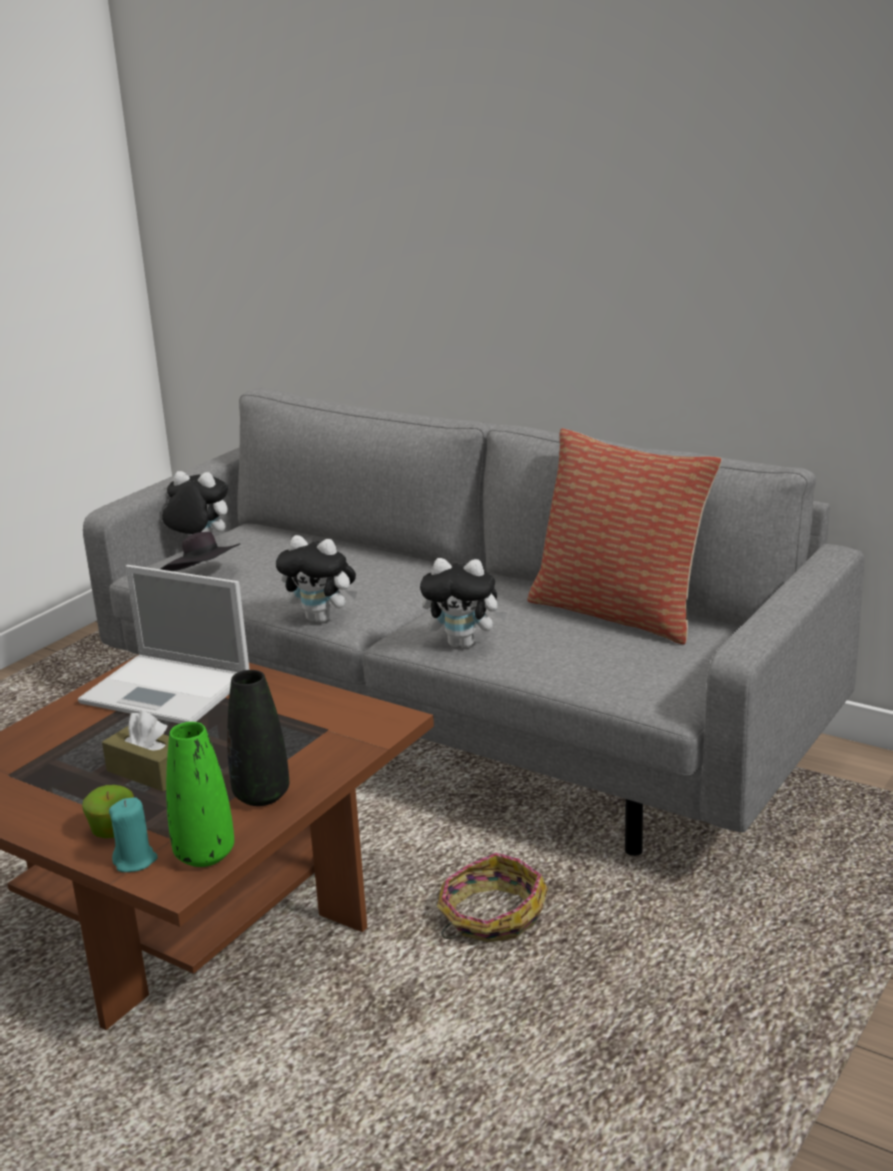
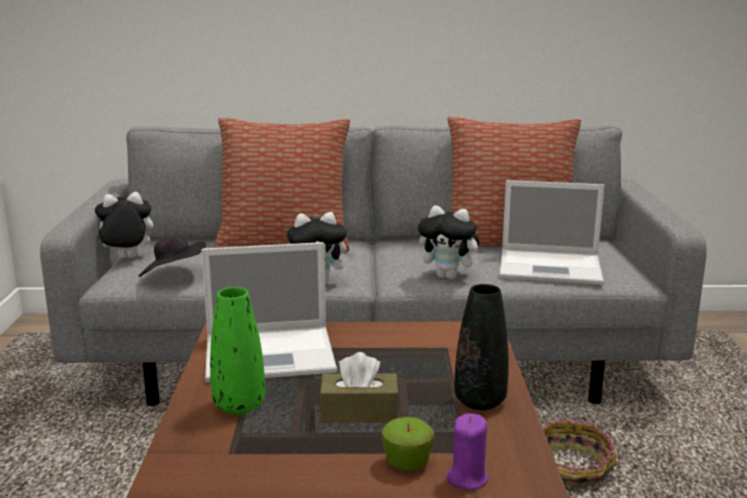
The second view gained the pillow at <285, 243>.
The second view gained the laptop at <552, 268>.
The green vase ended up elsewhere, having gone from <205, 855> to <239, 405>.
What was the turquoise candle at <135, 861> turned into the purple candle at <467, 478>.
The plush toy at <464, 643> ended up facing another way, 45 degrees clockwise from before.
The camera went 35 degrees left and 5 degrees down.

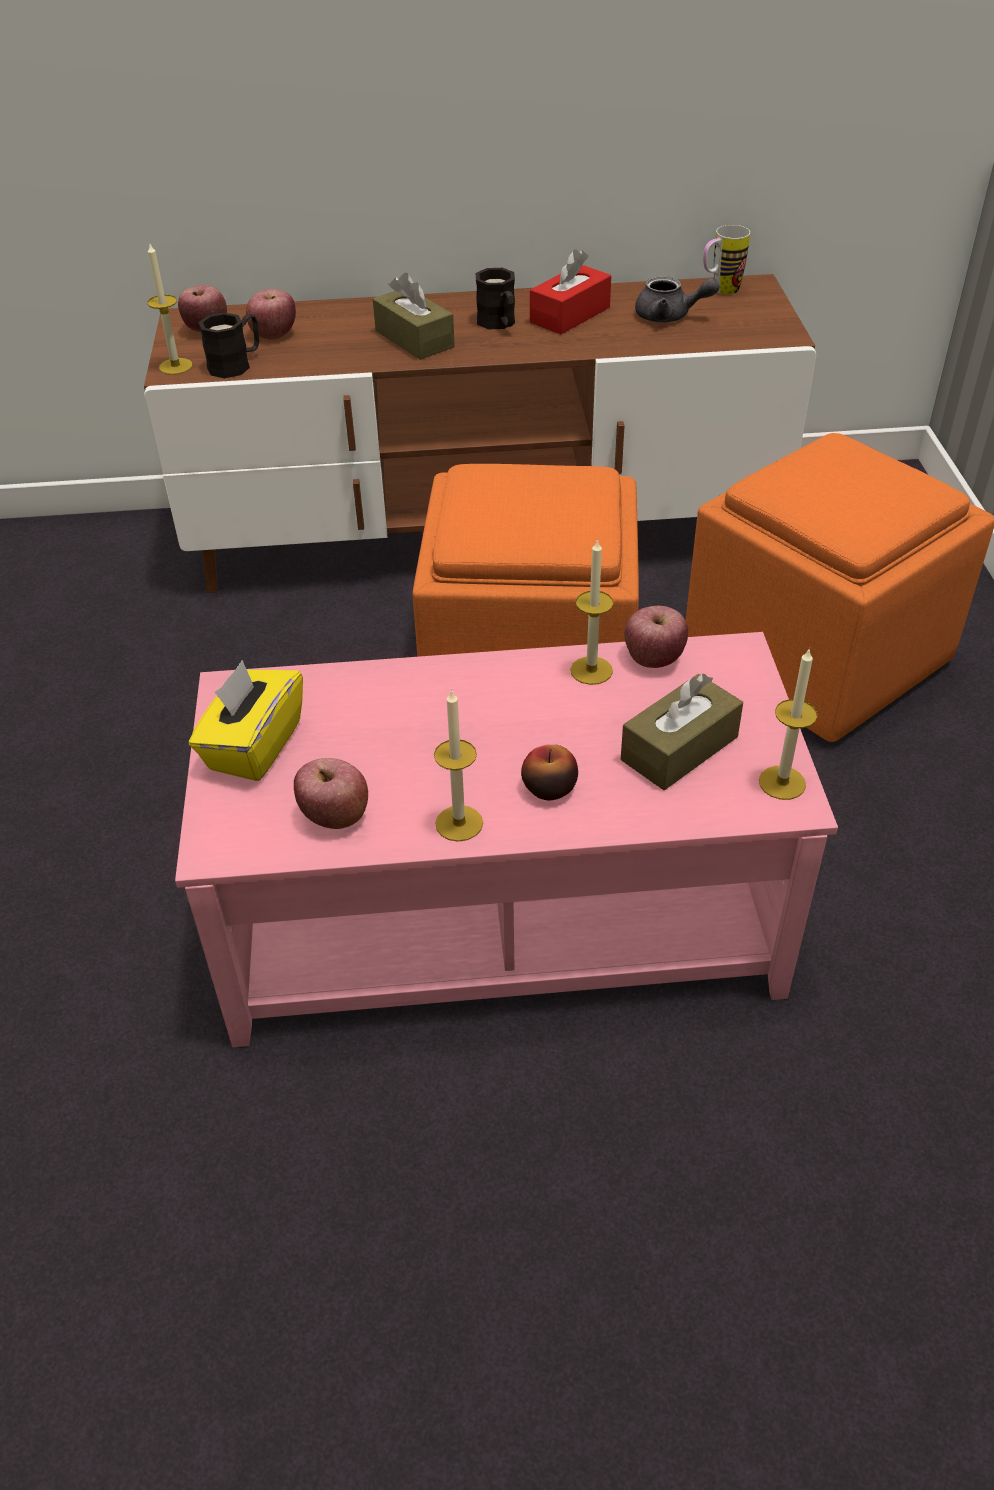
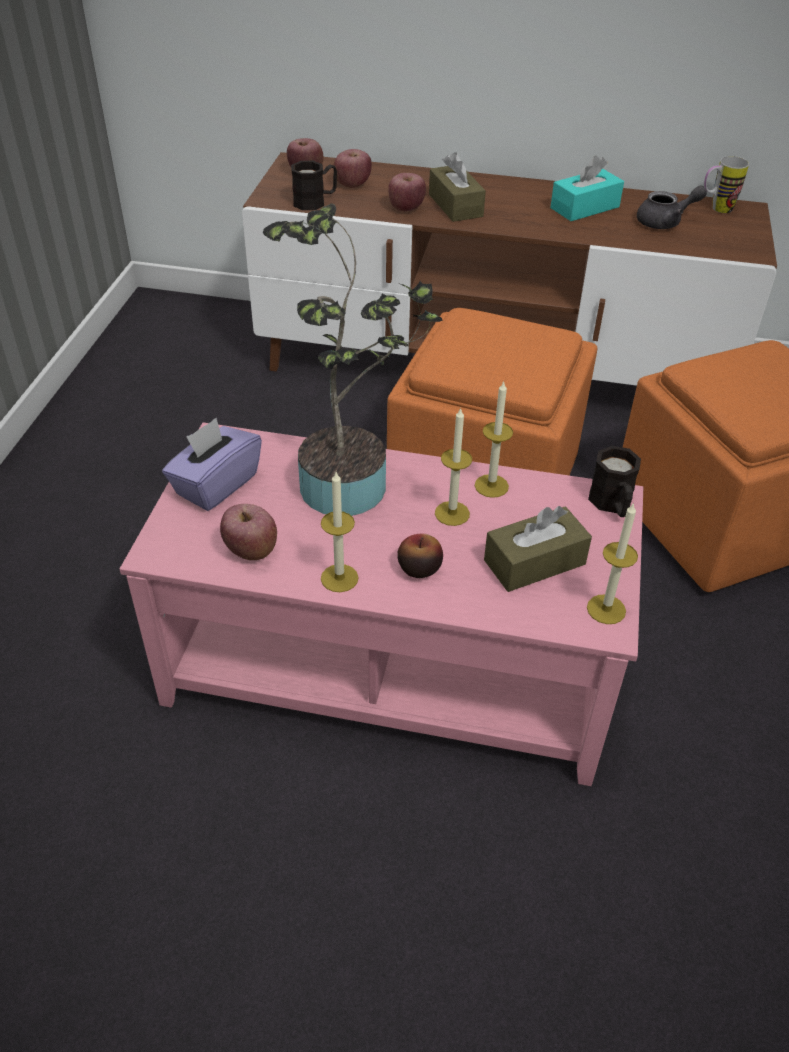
The second view gained the potted plant at <352, 483>.
The candle ended up elsewhere, having gone from <175, 366> to <452, 513>.
The black mug ended up elsewhere, having gone from <499, 324> to <612, 504>.
The apple ended up elsewhere, having gone from <654, 659> to <406, 208>.
What was the yellow tissue box at <253, 746> turned into the purple tissue box at <216, 484>.
What was the red tissue box at <570, 315> turned into the turquoise tissue box at <584, 207>.
The grey teapot at <670, 316> ended up facing another way, 45 degrees counterclockwise from before.
The camera went 15 degrees right and 0 degrees up.

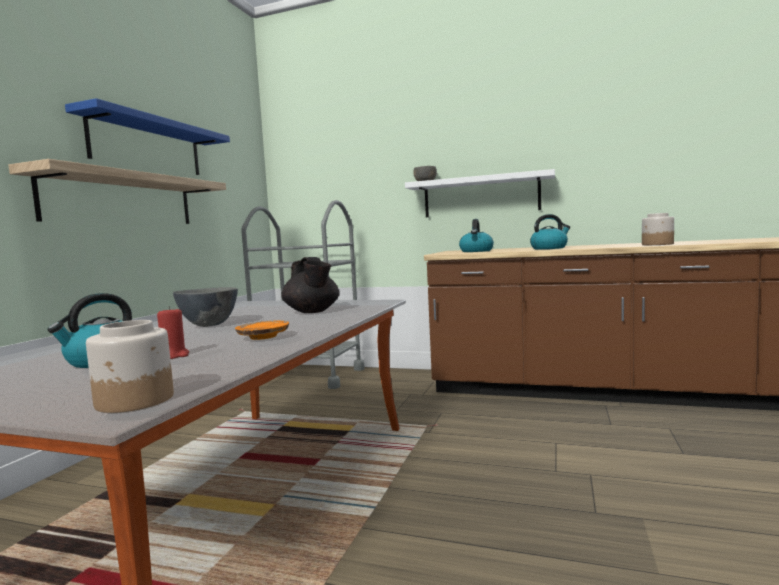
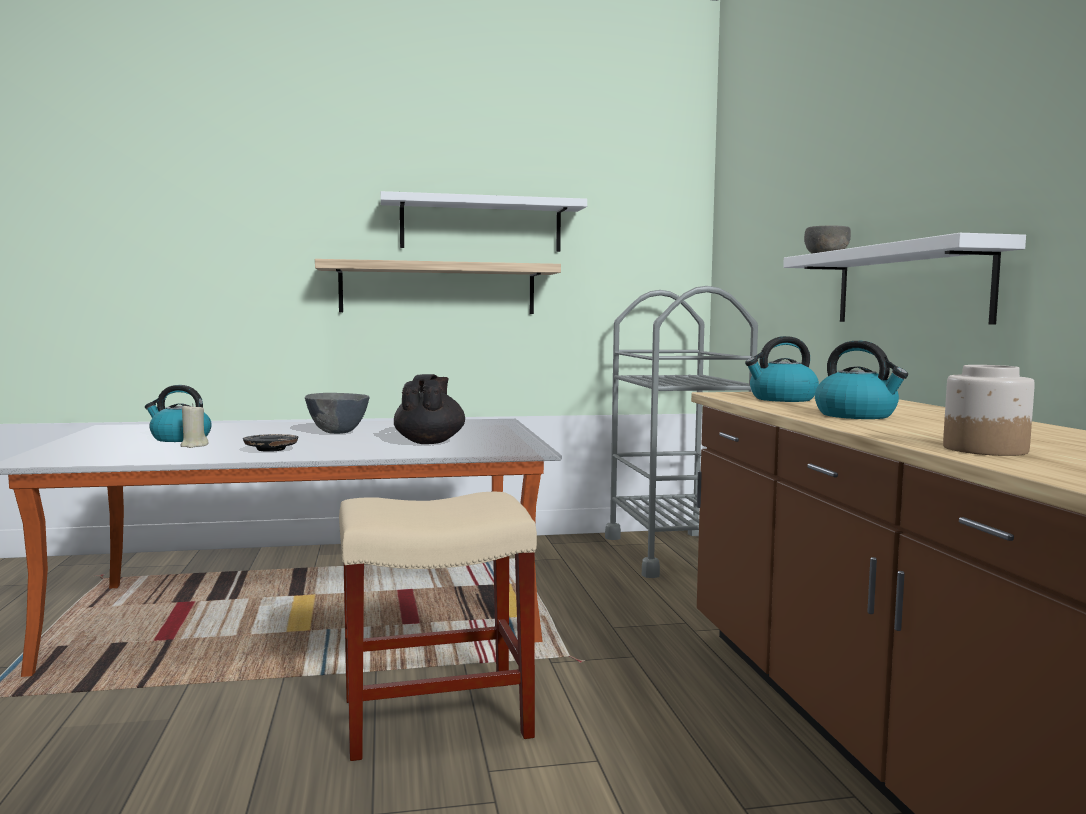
The second view lost the jar at <135, 401>.
The second view gained the beige stool at <432, 718>.
What was the blue shelf at <148, 146> turned into the white shelf at <481, 225>.
What was the red candle at <174, 355> turned into the beige candle at <194, 445>.
What was the orange plate at <263, 337> turned into the black plate at <270, 450>.
The black teapot at <312, 312> ended up facing another way, 150 degrees clockwise from before.
The camera went 60 degrees right and 0 degrees up.

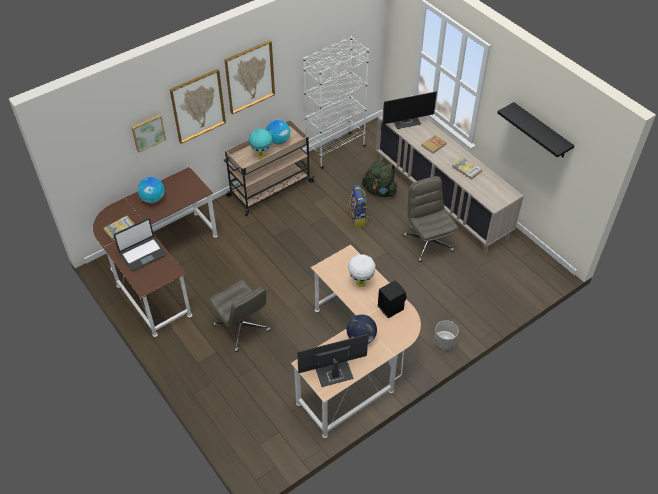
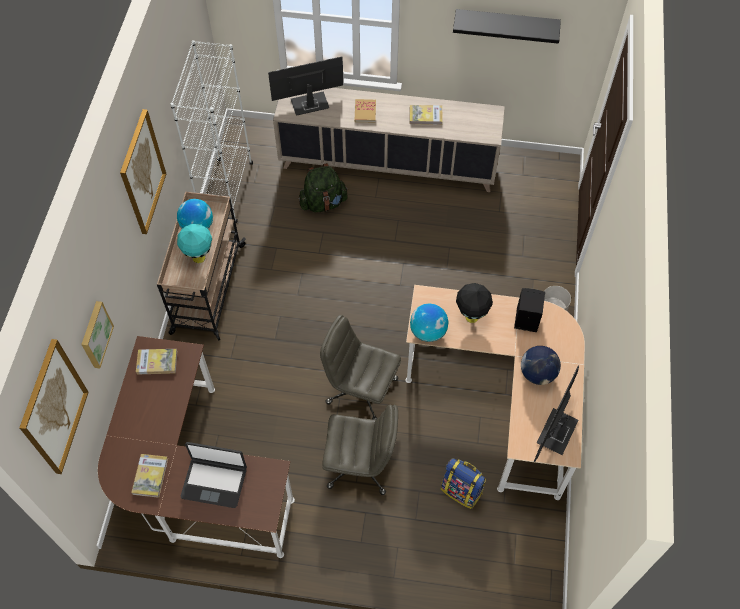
The second view gained the book at <157, 362>.
The globe ended up elsewhere, having gone from <153, 199> to <428, 331>.
The picture ended up elsewhere, having gone from <198, 106> to <53, 408>.
The backpack ended up elsewhere, having gone from <358, 218> to <462, 490>.
The grey office chair ended up elsewhere, having gone from <427, 243> to <361, 390>.
What was the white table lamp at <361, 282> turned into the black table lamp at <471, 317>.
The laptop at <142, 254> ended up facing another way, 90 degrees clockwise from before.
The monitor at <406, 121> ended up facing another way, 135 degrees counterclockwise from before.
The camera went 45 degrees left and 10 degrees up.

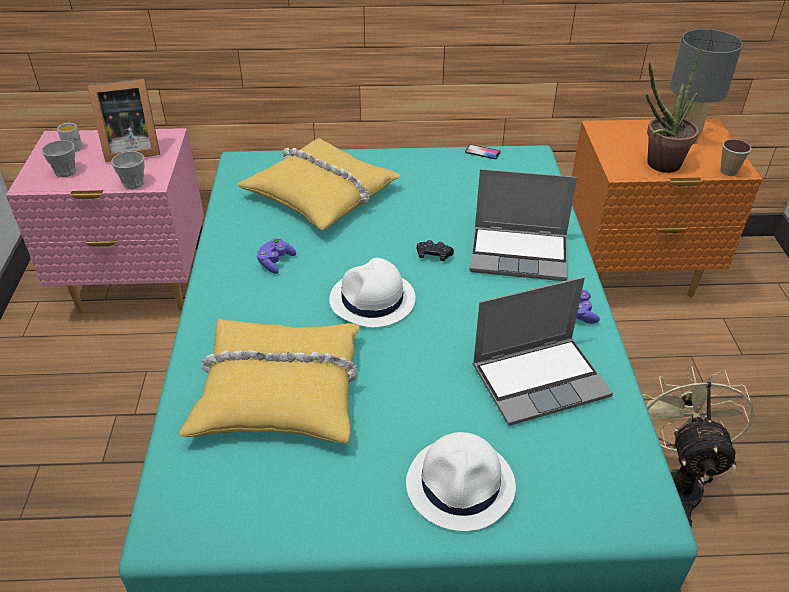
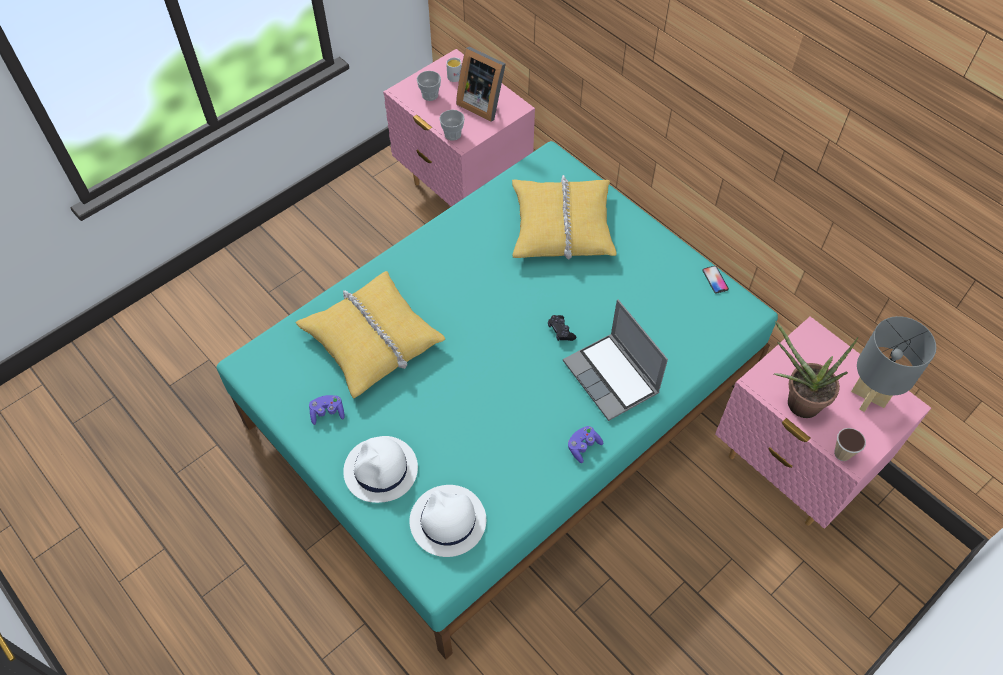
The second view lost the laptop at <540, 380>.
The second view lost the beige fan at <676, 481>.
The purple game controller ended up elsewhere, having gone from <275, 262> to <327, 413>.
The white hat ended up elsewhere, having gone from <372, 300> to <447, 521>.
What was the orange nightstand at <633, 275> turned into the pink nightstand at <789, 468>.
The camera went 50 degrees right and 15 degrees up.

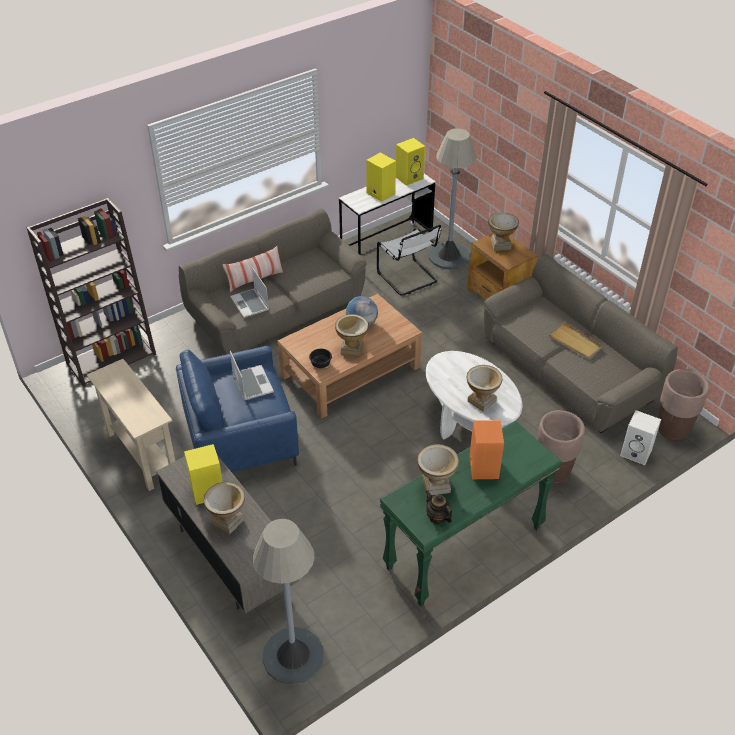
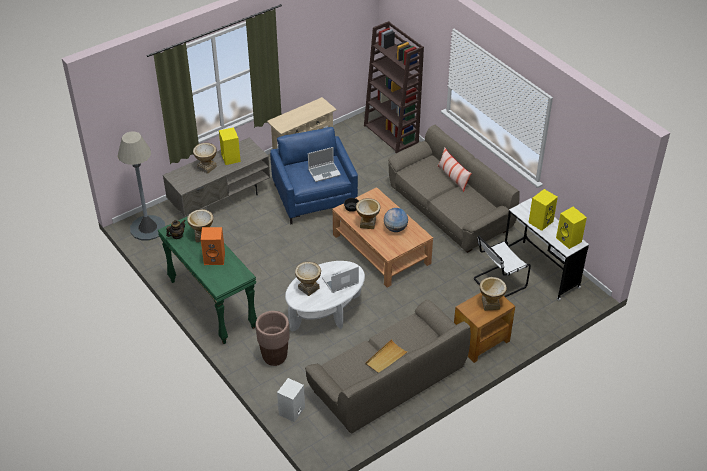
The second view lost the grey floor lamp at <449, 256>.
The second view lost the brown planter at <672, 430>.
The laptop ended up elsewhere, having gone from <250, 304> to <340, 281>.
The camera went 90 degrees right and 0 degrees up.

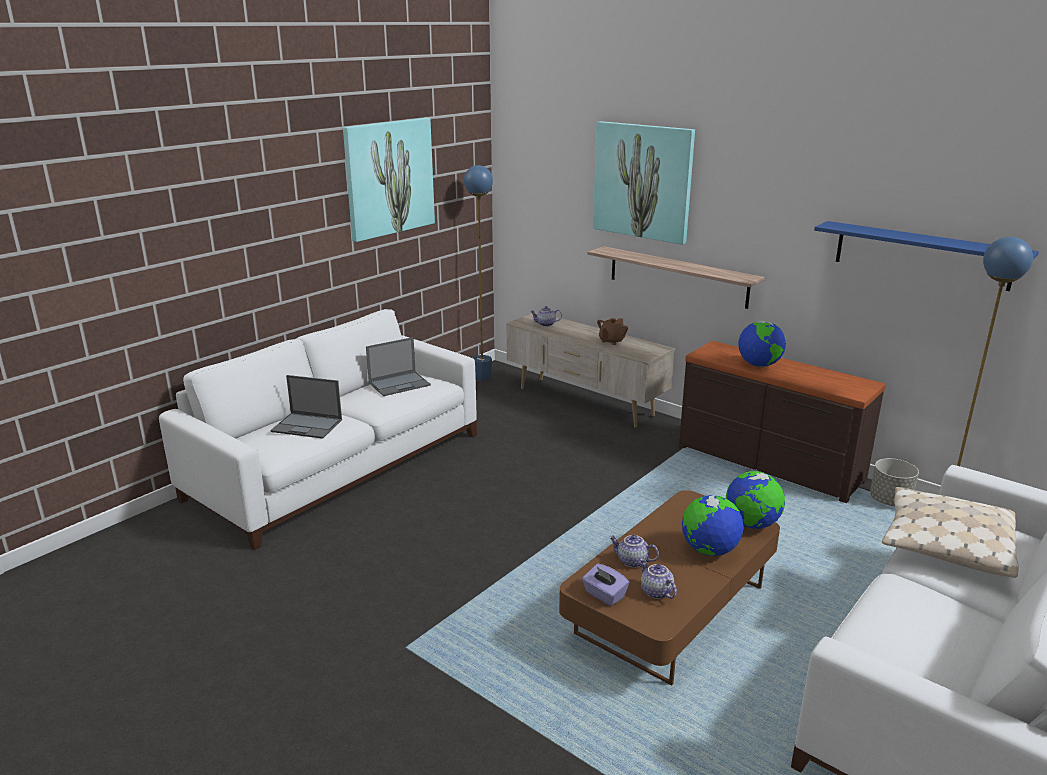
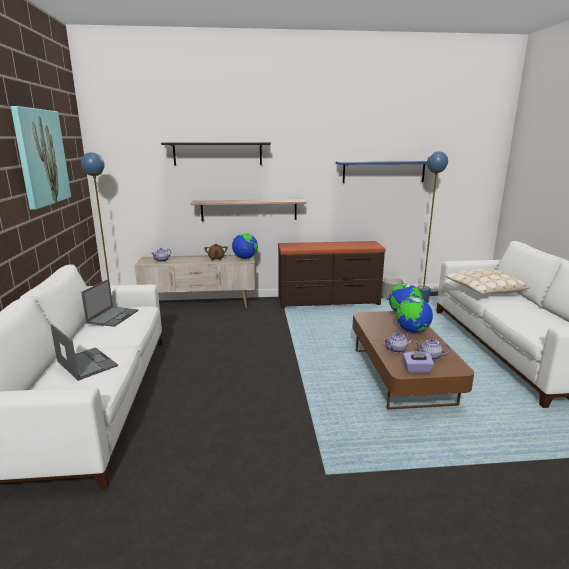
The globe ended up elsewhere, having gone from <759, 365> to <245, 258>.
Where the picture hung at <643, 181>, the black shelf came to hang at <217, 153>.
The laptop at <307, 426> ended up facing another way, 105 degrees counterclockwise from before.
The camera went 45 degrees left and 5 degrees down.

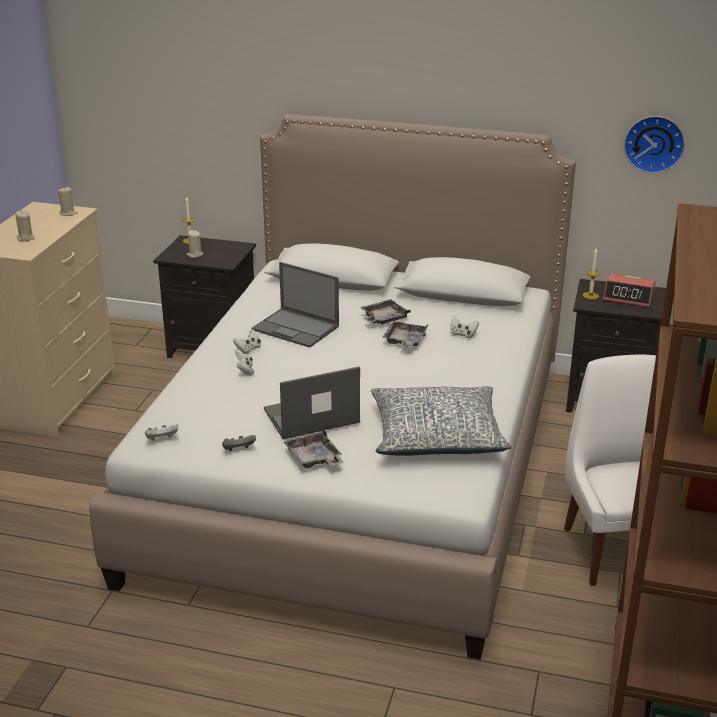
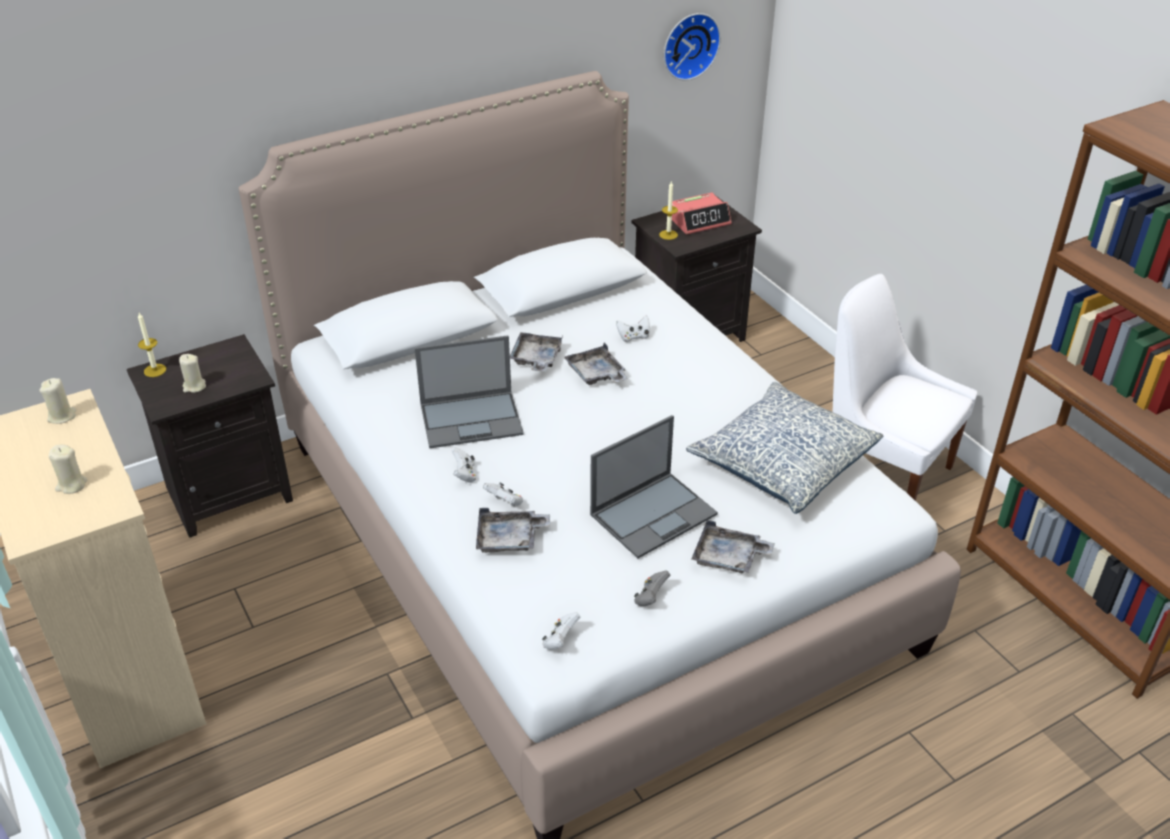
The second view gained the grey tray at <510, 539>.
The laptop at <310, 416> ended up facing another way, 150 degrees counterclockwise from before.
The camera went 45 degrees left and 10 degrees up.

